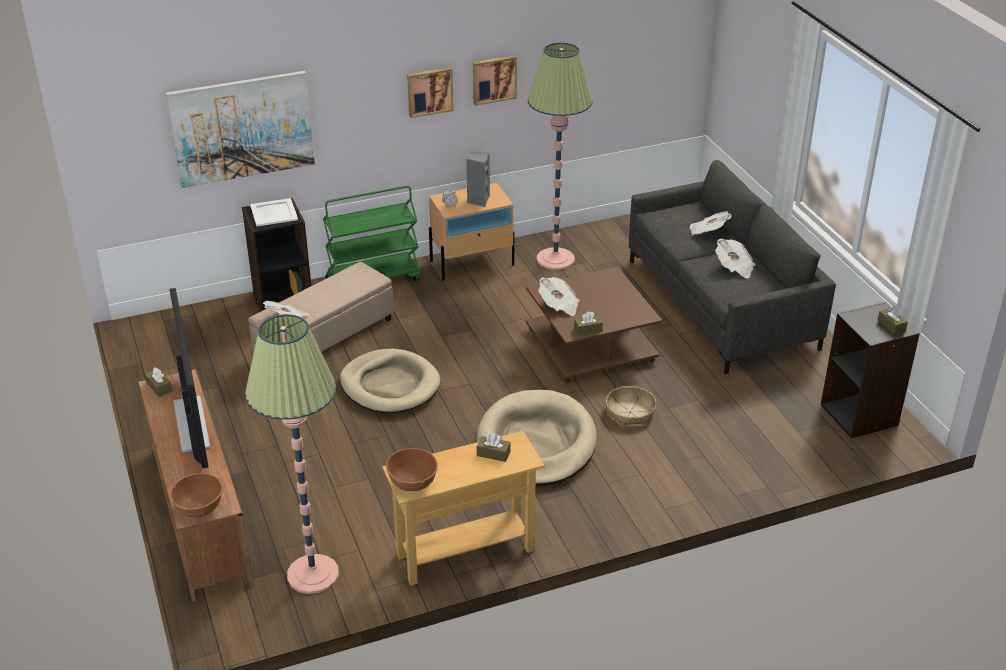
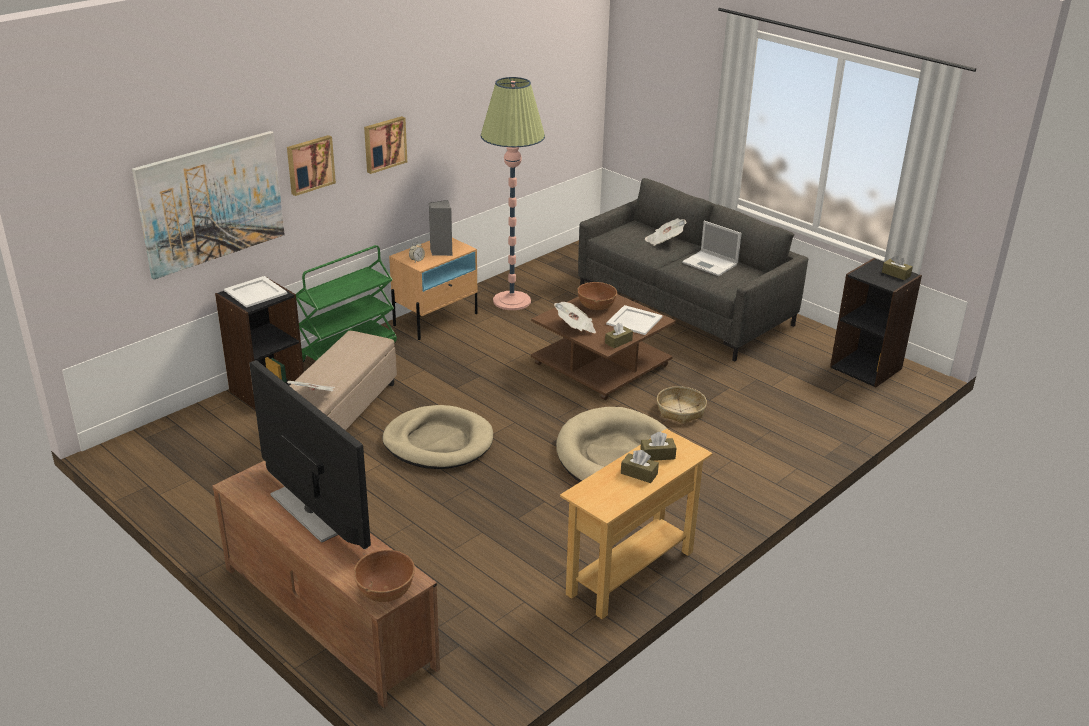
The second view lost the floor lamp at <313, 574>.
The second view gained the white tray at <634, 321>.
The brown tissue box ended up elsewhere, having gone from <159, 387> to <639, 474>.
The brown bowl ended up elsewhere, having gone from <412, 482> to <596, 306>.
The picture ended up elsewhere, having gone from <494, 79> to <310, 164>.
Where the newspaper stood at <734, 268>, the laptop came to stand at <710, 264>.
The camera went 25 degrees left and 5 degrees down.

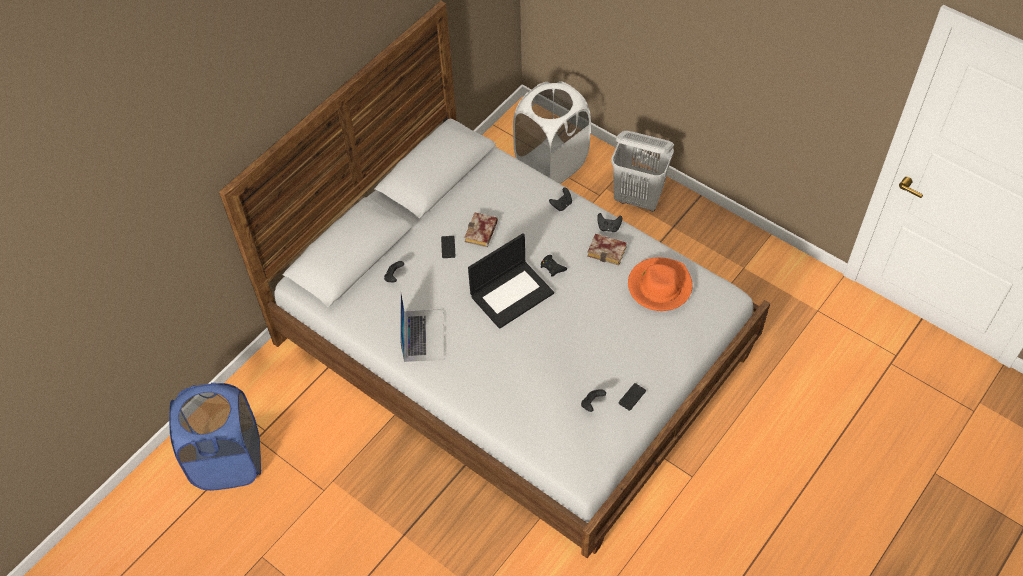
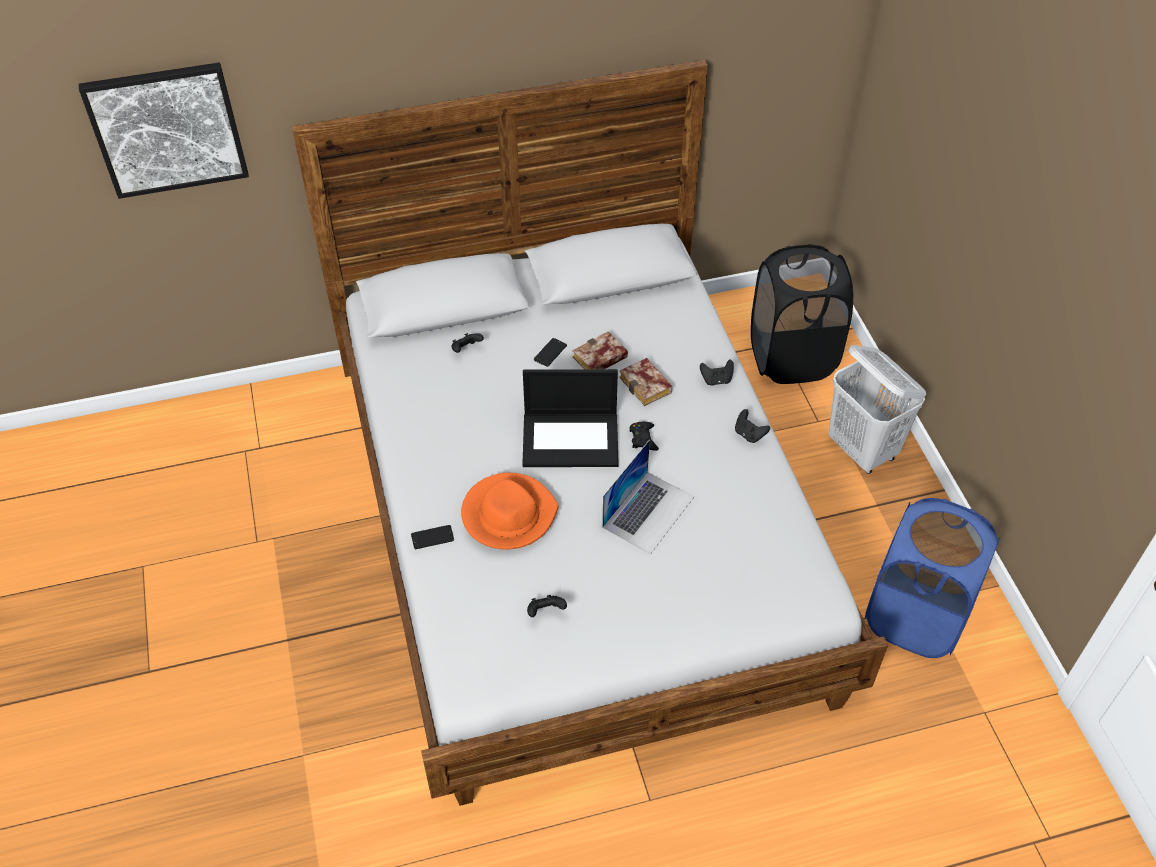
The second view gained the picture at <167, 129>.
The blue laundry basket ended up elsewhere, having gone from <228, 461> to <915, 617>.
The laptop ended up elsewhere, having gone from <423, 335> to <648, 511>.
The book ended up elsewhere, having gone from <608, 251> to <647, 386>.
The phone ended up elsewhere, having gone from <632, 397> to <432, 537>.
The orange hat ended up elsewhere, having gone from <659, 286> to <508, 514>.
What was the white laundry basket at <551, 163> turned into the black laundry basket at <791, 358>.
The camera went 35 degrees right and 5 degrees down.

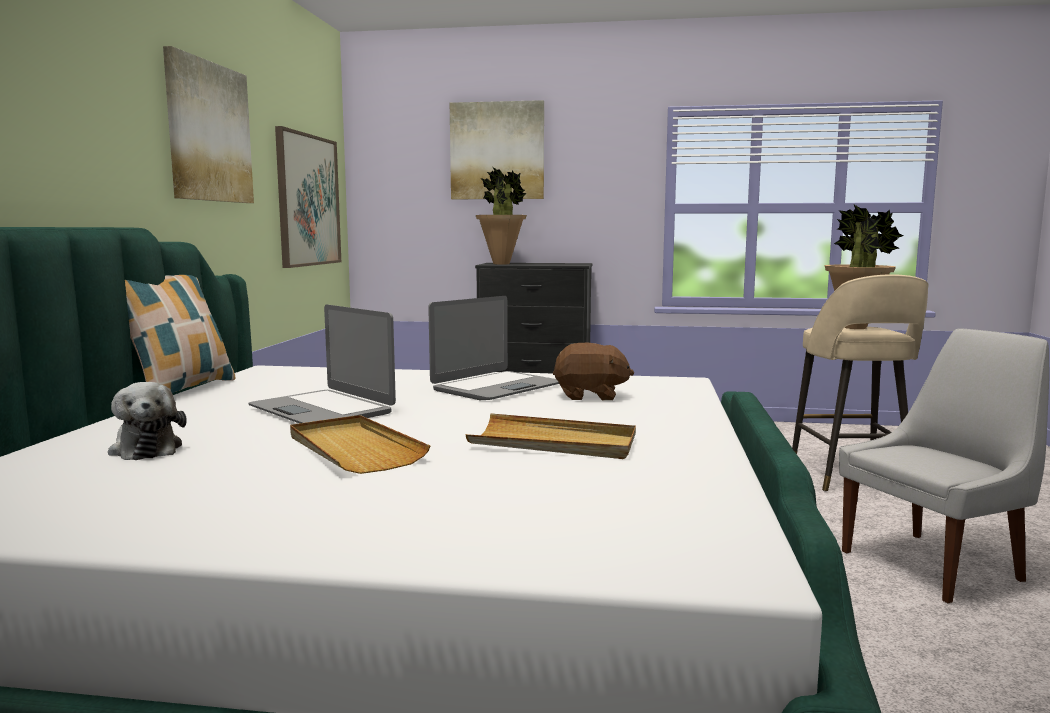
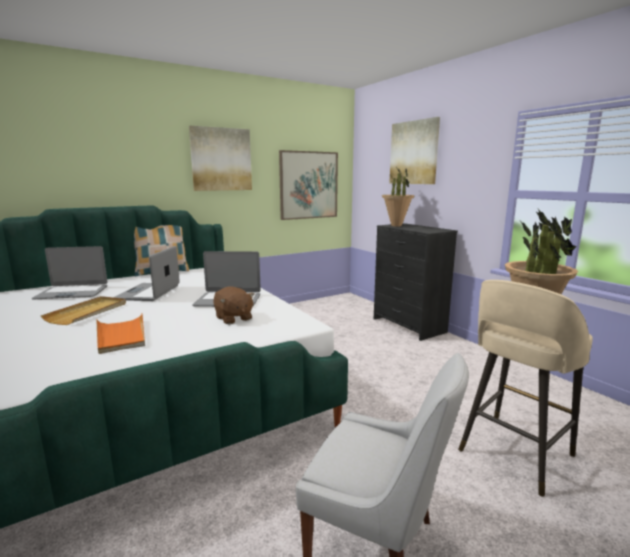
Where the plush toy stood at <146, 449>, the laptop came to stand at <72, 293>.
What was the beige tray at <554, 443> turned into the orange tray at <121, 335>.
The camera went 50 degrees right and 5 degrees up.

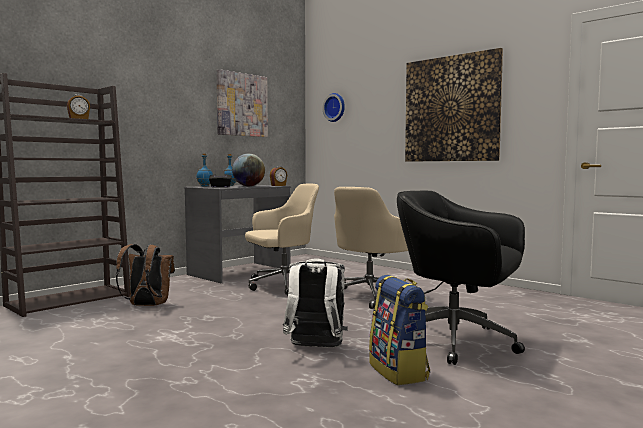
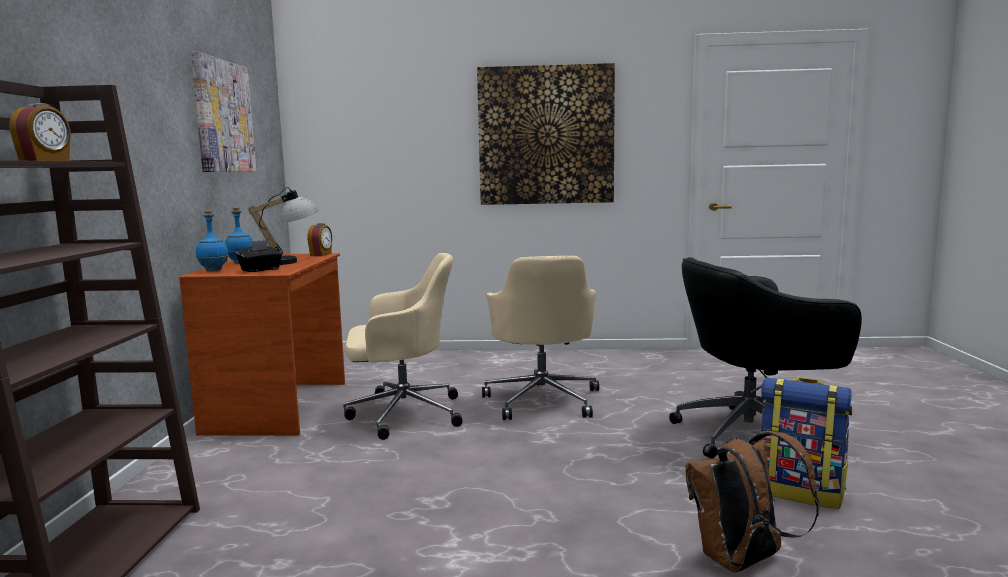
The second view lost the white backpack at <315, 348>.
The second view lost the wall clock at <335, 107>.
The brown backpack ended up elsewhere, having gone from <146, 306> to <742, 562>.
Where the globe stood at <248, 186>, the table lamp came to stand at <288, 261>.
What was the grey desk at <240, 272> turned into the brown desk at <280, 407>.
The beige office chair at <283, 286> ended up facing another way, 60 degrees clockwise from before.
The camera went 40 degrees left and 5 degrees up.

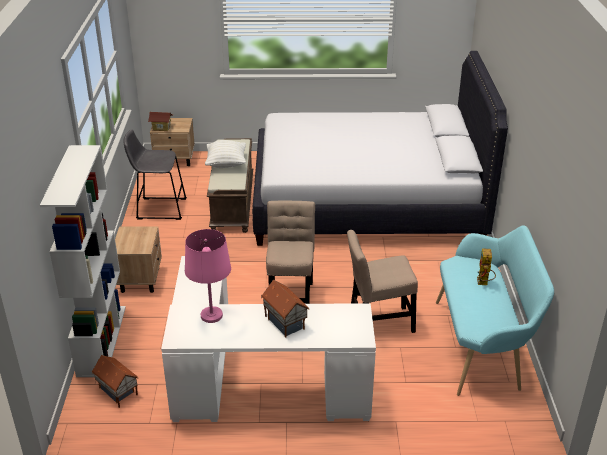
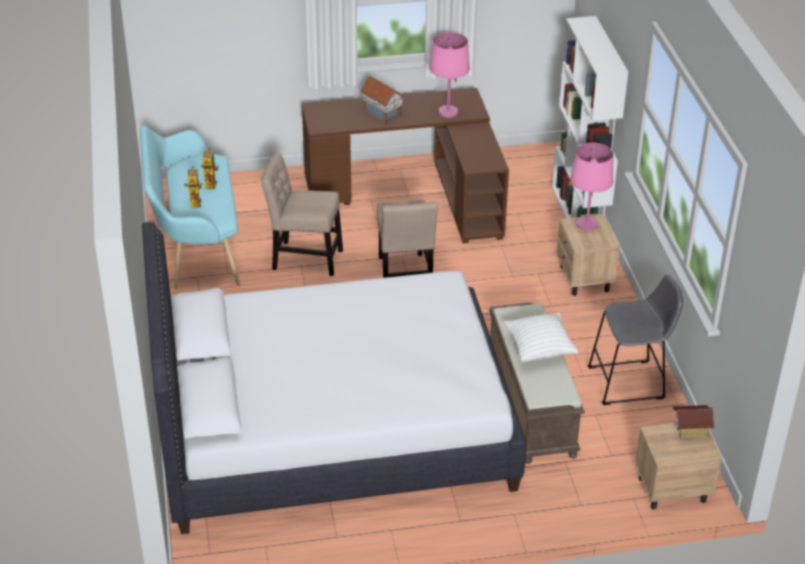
The second view lost the toy house at <117, 392>.
The second view gained the toy robot at <210, 183>.
The second view gained the pink table lamp at <586, 225>.
What was the white desk at <252, 384> turned into the brown desk at <415, 193>.
The beige chair at <378, 322> ended up facing another way, 150 degrees counterclockwise from before.
The camera went 170 degrees right and 5 degrees up.

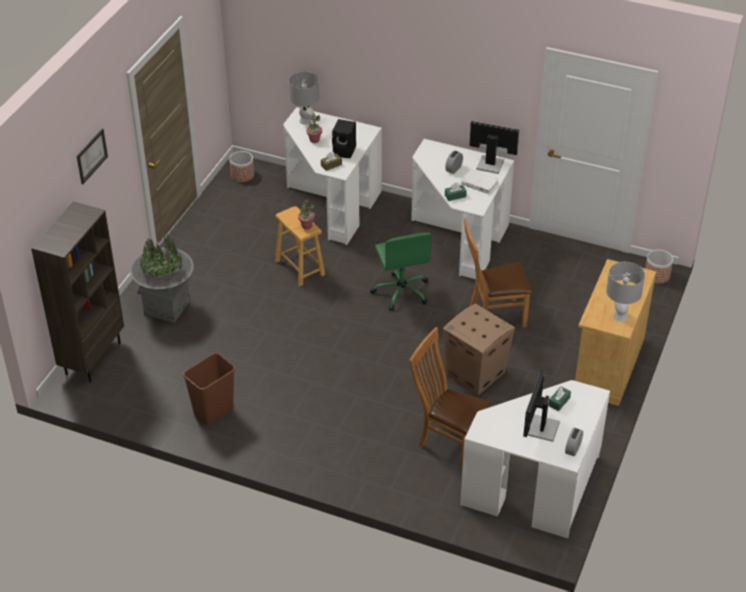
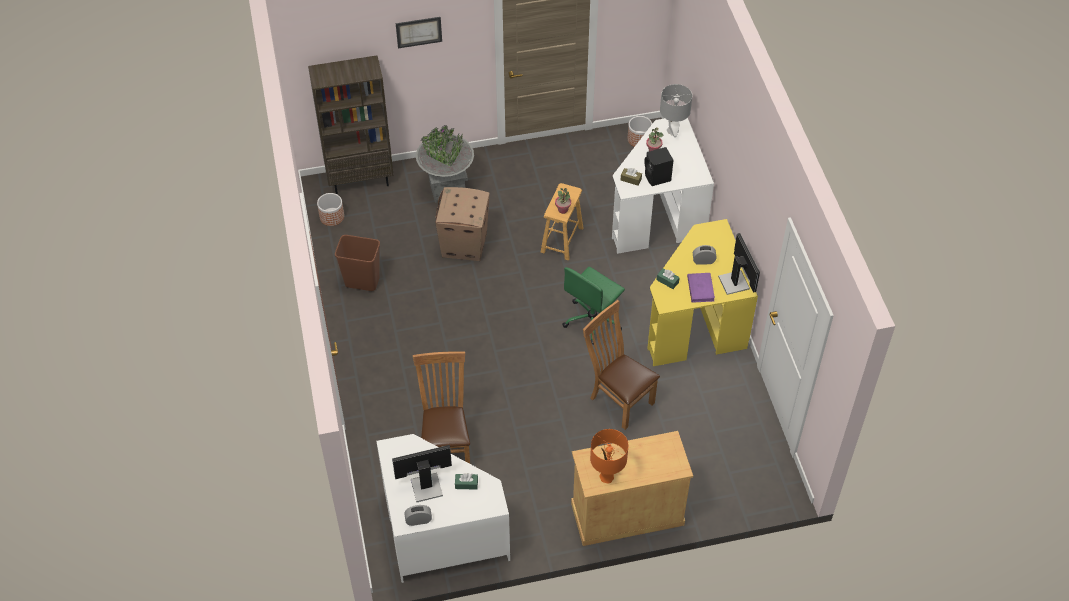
The cardboard box ended up elsewhere, having gone from <476, 373> to <464, 245>.
The planter ended up elsewhere, having gone from <656, 275> to <332, 216>.
What was the white desk at <458, 237> turned into the yellow desk at <696, 322>.
What was the white book at <479, 183> turned into the purple book at <700, 288>.
What was the grey table lamp at <620, 316> turned into the orange table lamp at <607, 476>.
The camera went 55 degrees right and 10 degrees up.

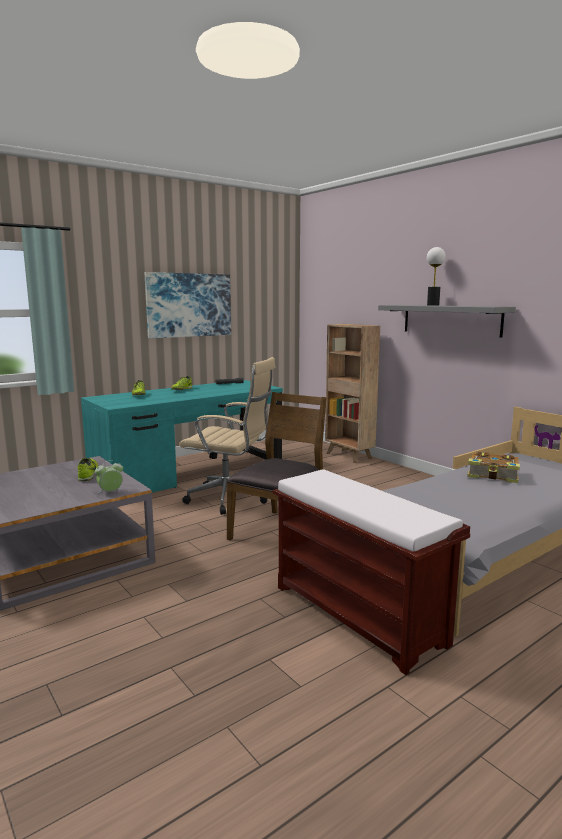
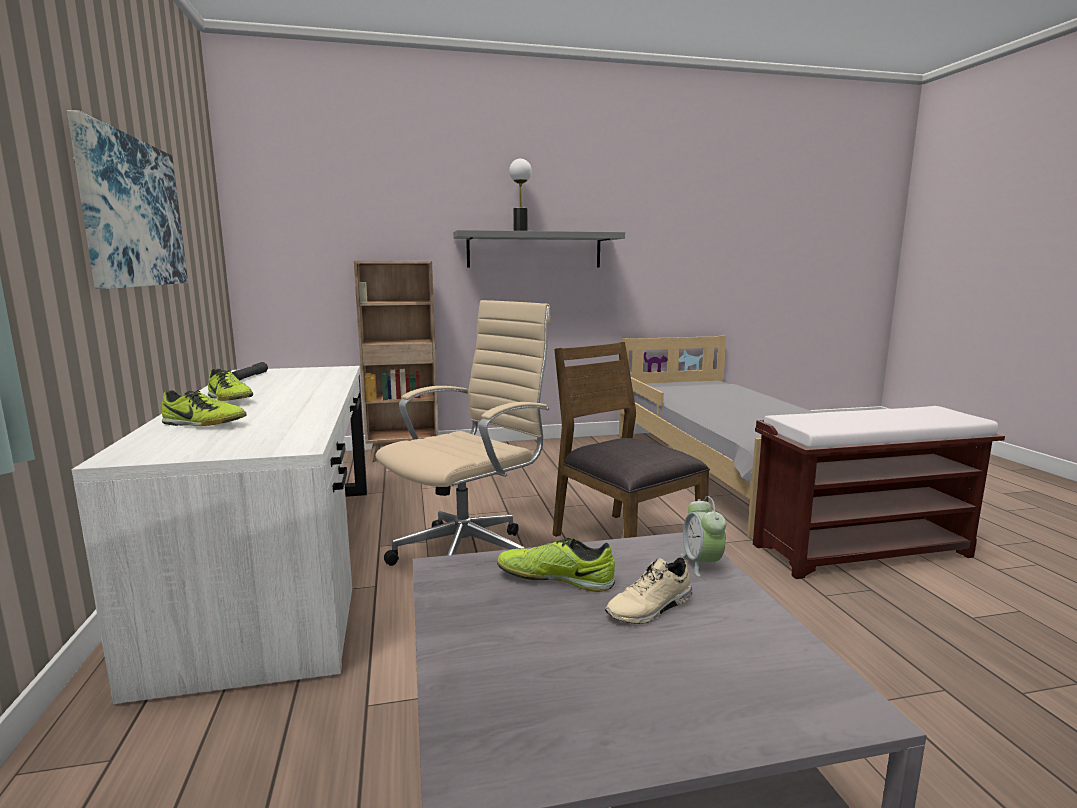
The second view lost the book at <493, 475>.
The second view gained the beige shoe at <651, 608>.
What was the turquoise desk at <189, 472> turned into the white desk at <281, 565>.
The camera went 65 degrees left and 0 degrees up.

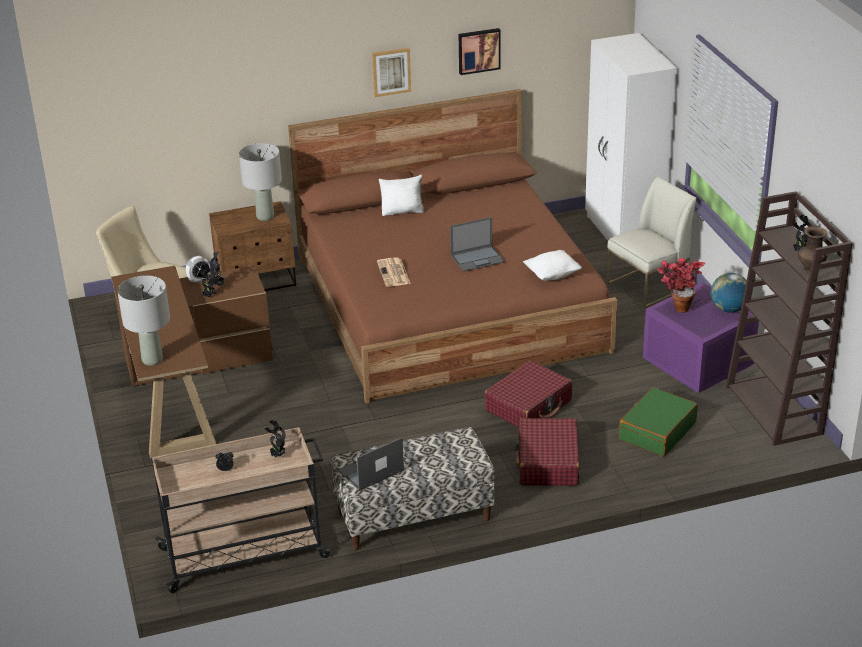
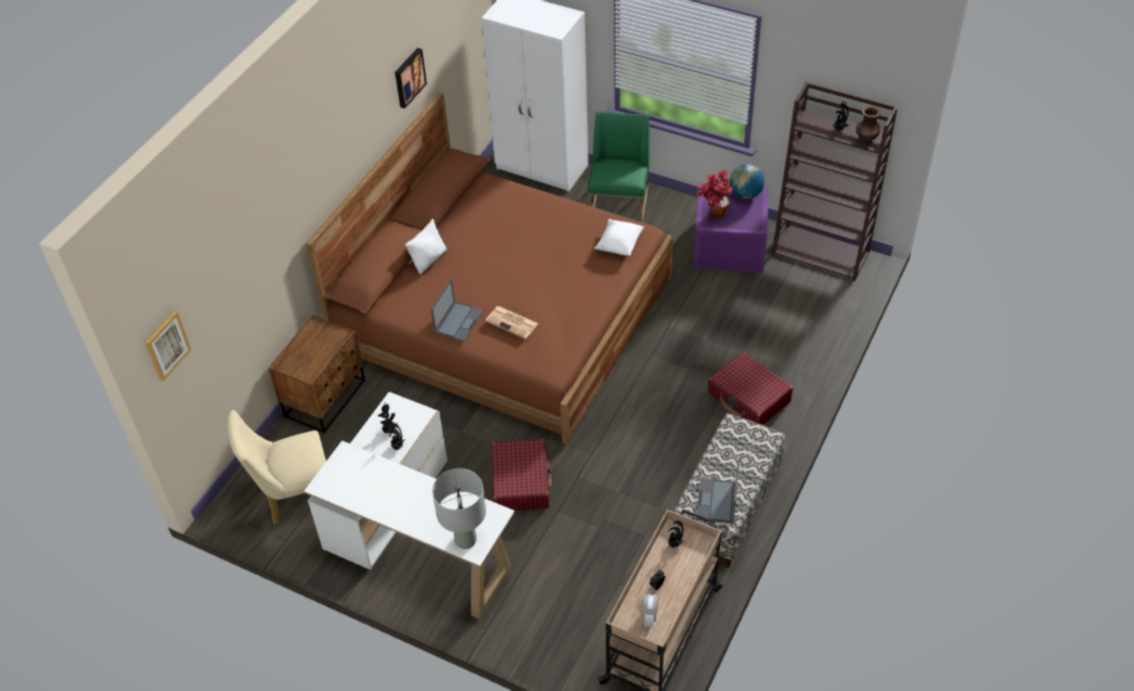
The second view lost the grey table lamp at <265, 216>.
The second view lost the green suitcase at <657, 431>.
The alarm clock ended up elsewhere, having gone from <199, 279> to <649, 617>.
The picture ended up elsewhere, having gone from <391, 71> to <166, 345>.
The laptop ended up elsewhere, having gone from <478, 258> to <459, 321>.
The red suitcase ended up elsewhere, having gone from <528, 406> to <521, 482>.
What was the brown desk at <187, 387> turned into the white desk at <415, 536>.
What was the white chair at <648, 287> turned into the green chair at <619, 204>.
The camera went 45 degrees left and 15 degrees up.

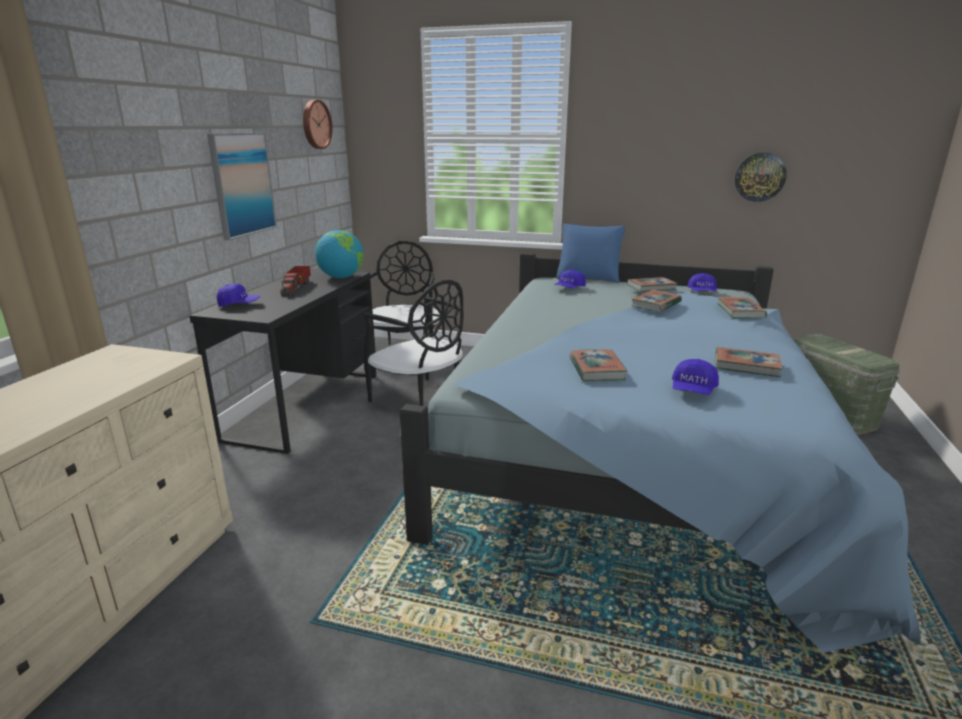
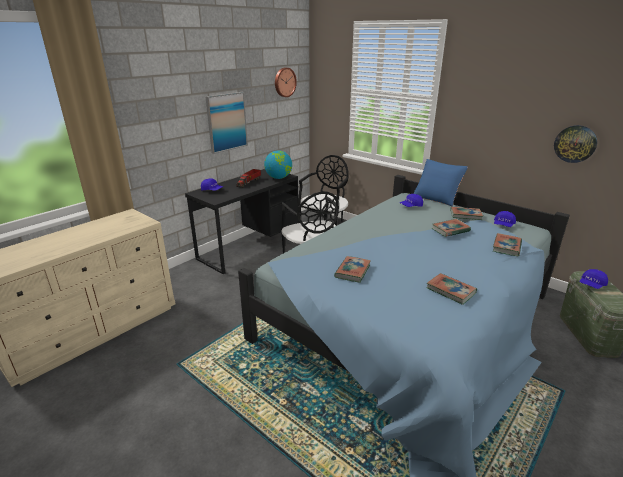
The blue cap ended up elsewhere, having gone from <693, 391> to <591, 285>.
The camera went 25 degrees right and 5 degrees up.

